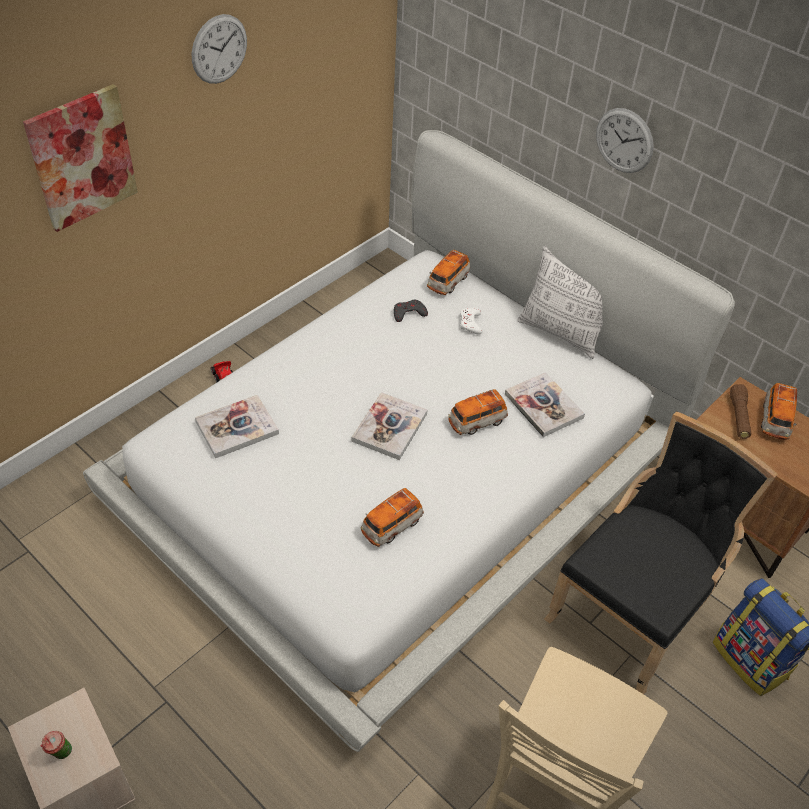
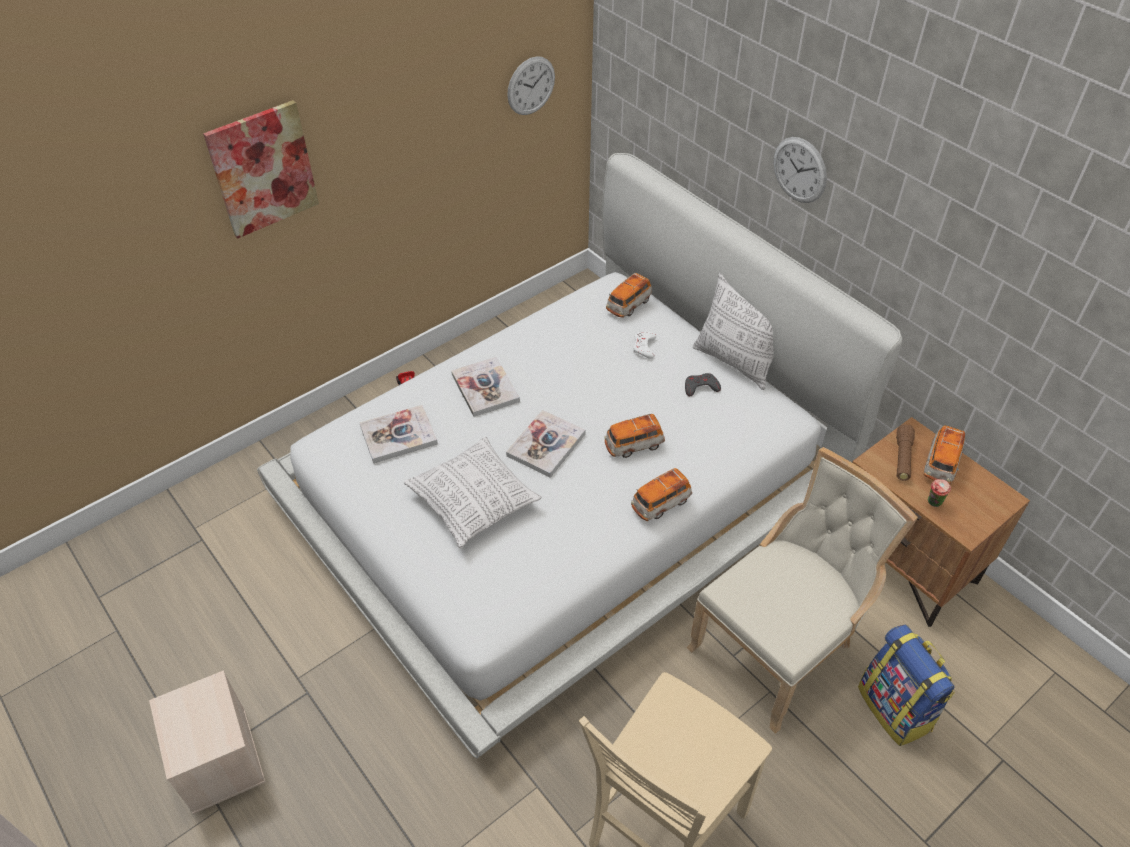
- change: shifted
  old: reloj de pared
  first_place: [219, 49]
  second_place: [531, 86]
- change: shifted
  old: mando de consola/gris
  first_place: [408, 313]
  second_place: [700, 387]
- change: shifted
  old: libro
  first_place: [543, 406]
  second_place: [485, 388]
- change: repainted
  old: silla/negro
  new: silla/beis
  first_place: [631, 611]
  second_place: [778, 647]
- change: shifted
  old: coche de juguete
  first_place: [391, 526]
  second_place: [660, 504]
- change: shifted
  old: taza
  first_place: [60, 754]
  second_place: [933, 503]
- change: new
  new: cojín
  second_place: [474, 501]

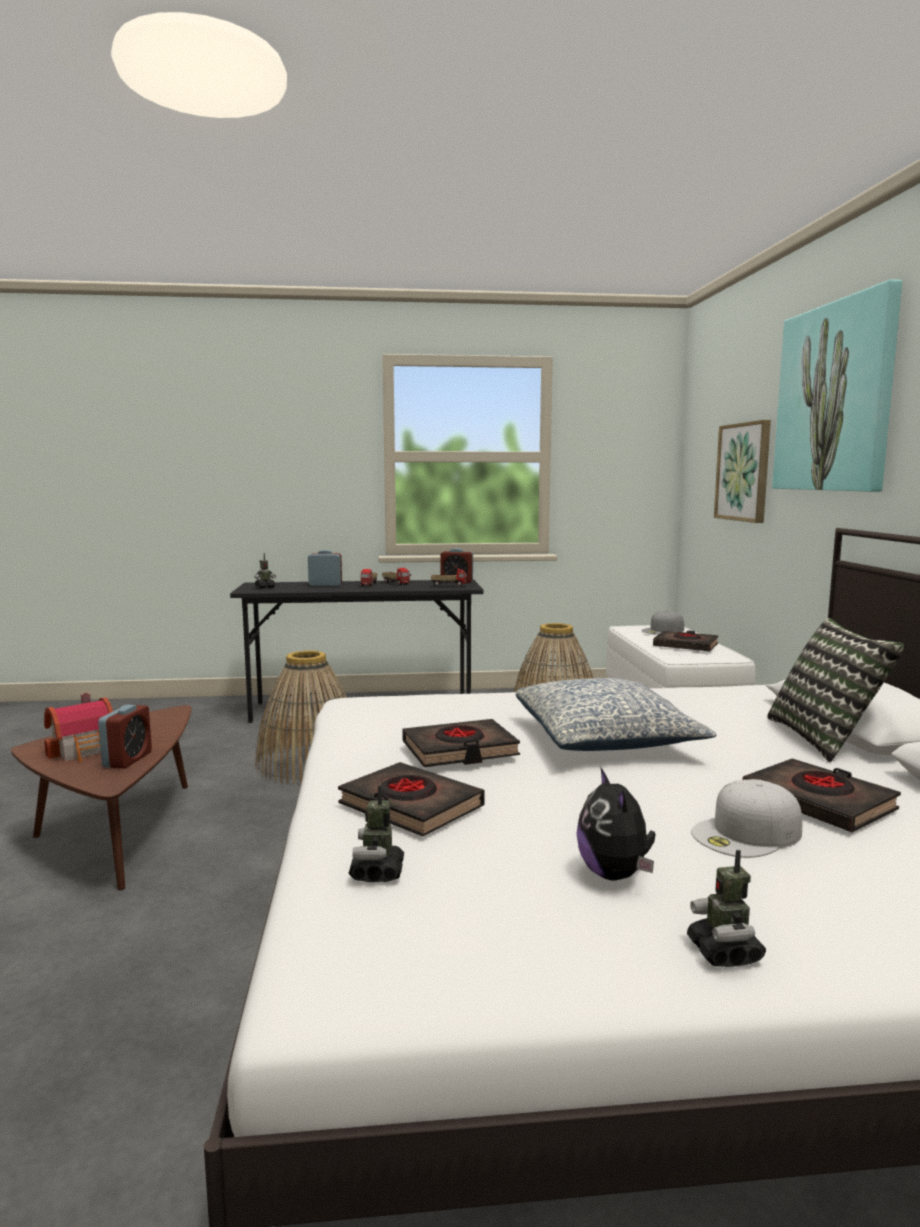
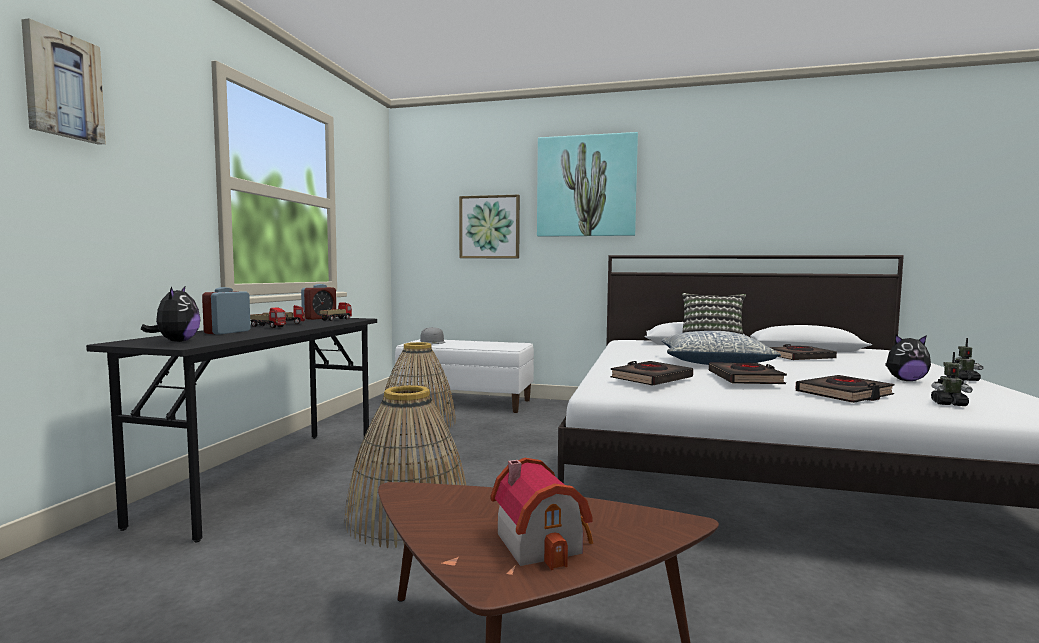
- change: swapped
  old: robot de juguete
  new: peluche
  first_place: [265, 587]
  second_place: [176, 341]
- change: shifted
  old: libro/negro
  first_place: [685, 646]
  second_place: [651, 379]
- change: gone
  old: despertador
  first_place: [127, 760]
- change: gone
  old: gorra/blanco
  first_place: [747, 834]
- change: new
  new: cuadro
  second_place: [62, 86]

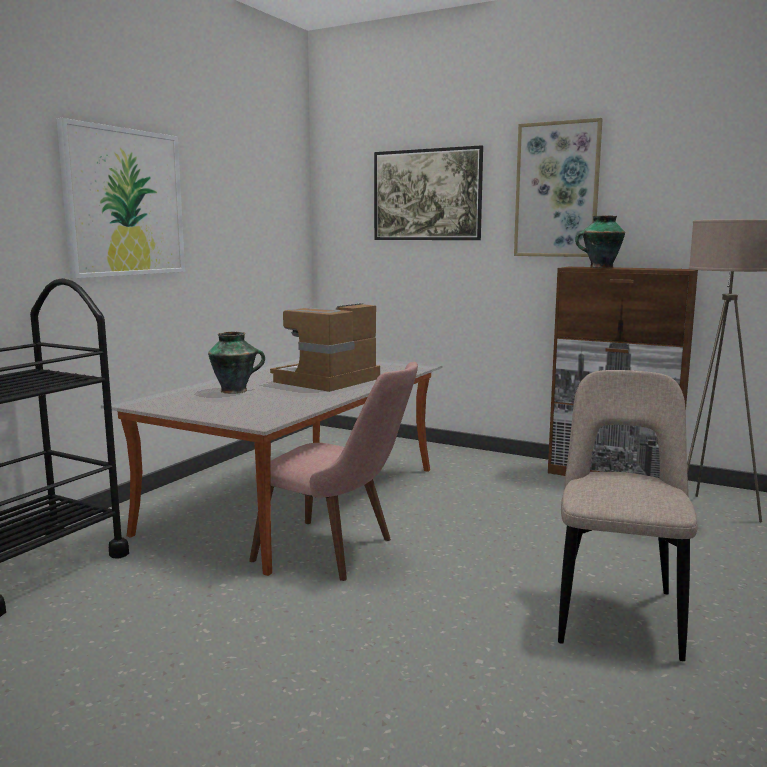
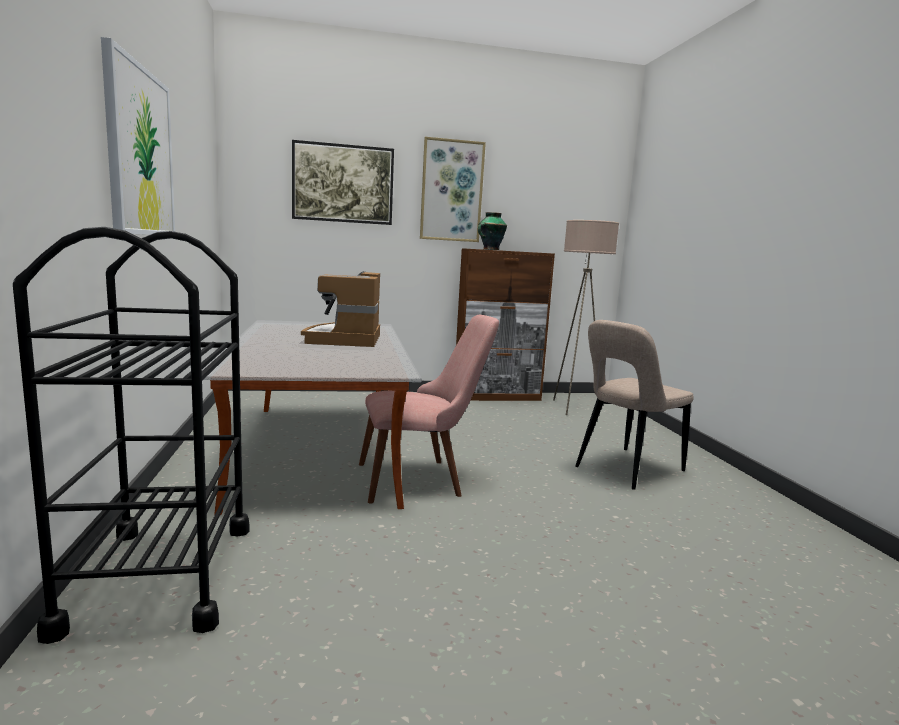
- change: gone
  old: florero
  first_place: [235, 391]
- change: rotated
  old: silla/beis
  first_place: [617, 613]
  second_place: [625, 470]
  degrees: -105

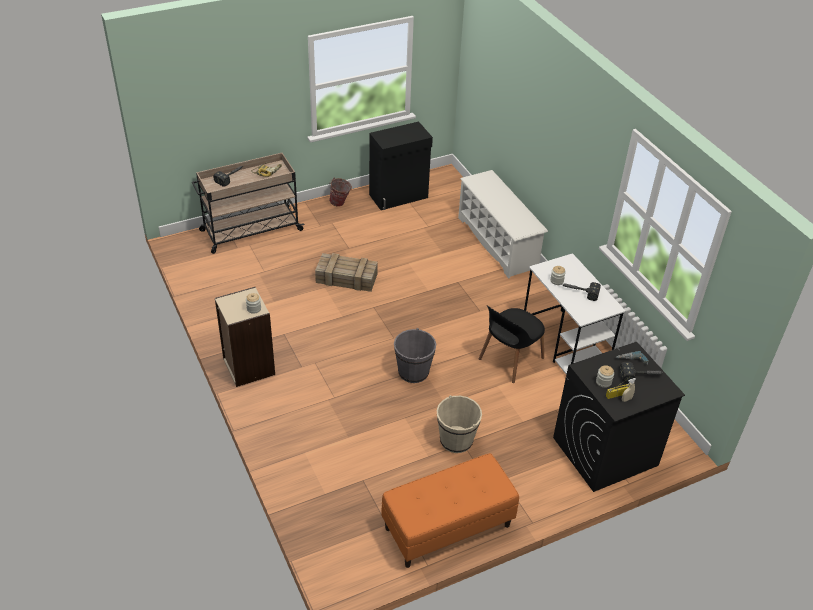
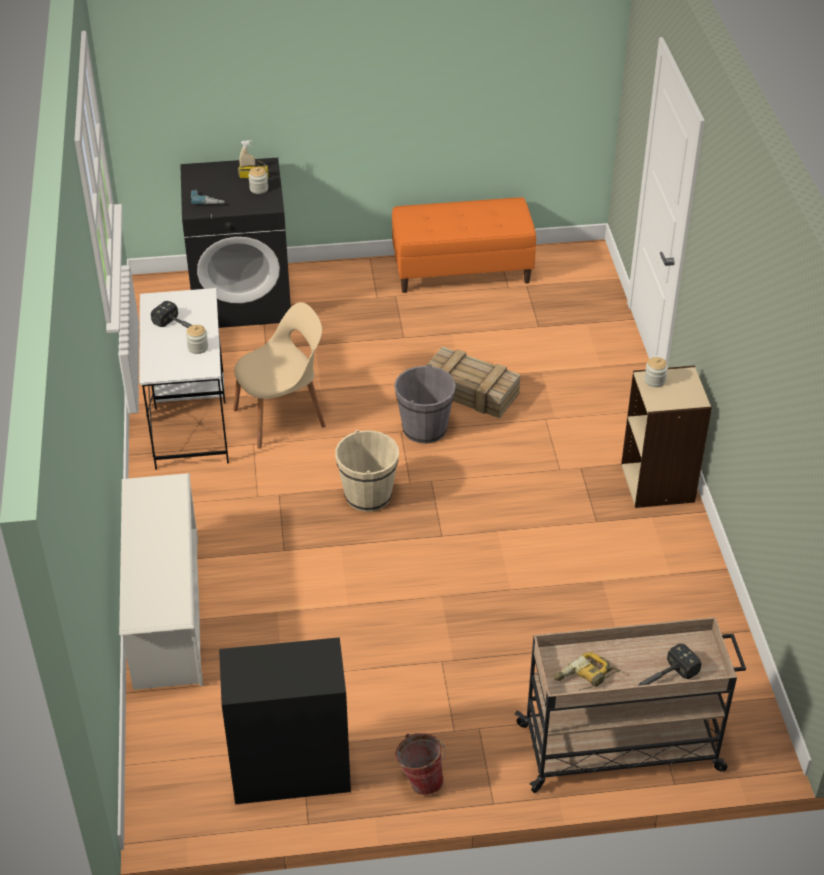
- change: shifted
  old: caja de embalaje
  first_place: [345, 278]
  second_place: [471, 391]
- change: repainted
  old: silla/negro
  new: silla/beis
  first_place: [510, 359]
  second_place: [282, 417]
- change: gone
  old: martillo
  first_place: [642, 376]
- change: shifted
  old: cubo/beis
  first_place: [456, 440]
  second_place: [368, 495]

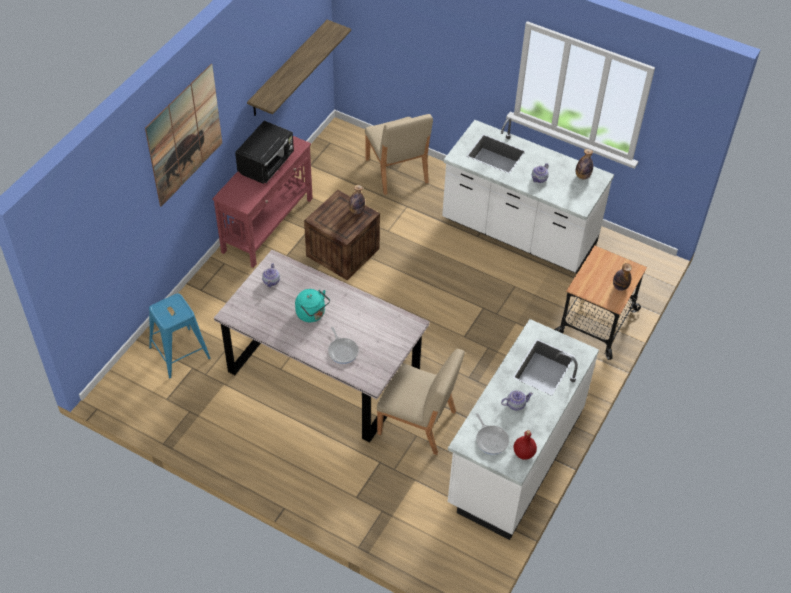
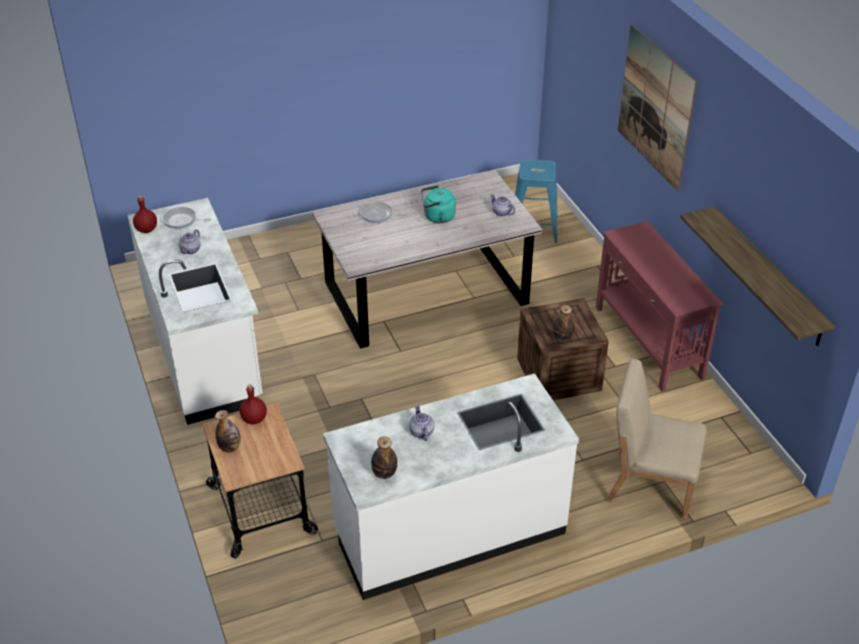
- change: gone
  old: microondas/negro
  first_place: [267, 164]
- change: gone
  old: silla/beis
  first_place: [418, 423]
- change: new
  new: botella/rojo
  second_place: [254, 419]

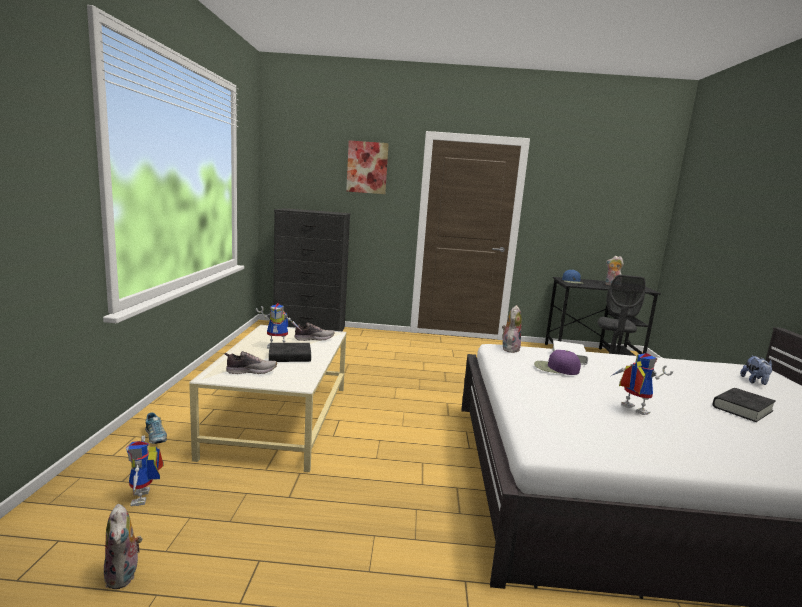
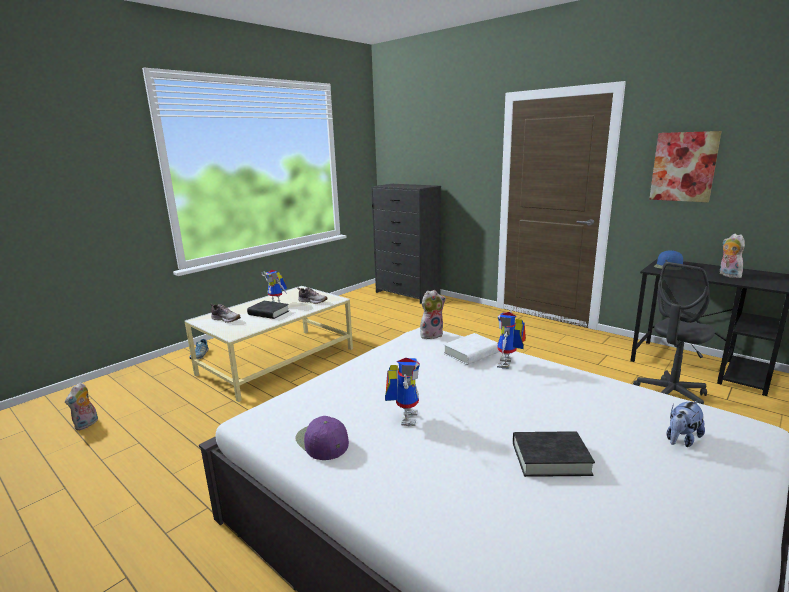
- change: shifted
  old: cuadro
  first_place: [367, 167]
  second_place: [683, 167]
- change: shifted
  old: gorra/morado
  first_place: [555, 368]
  second_place: [321, 441]
- change: shifted
  old: robot de juguete
  first_place: [145, 498]
  second_place: [508, 365]

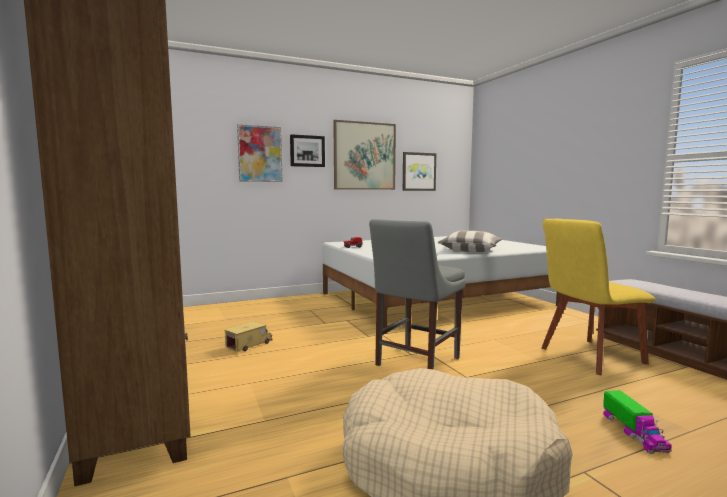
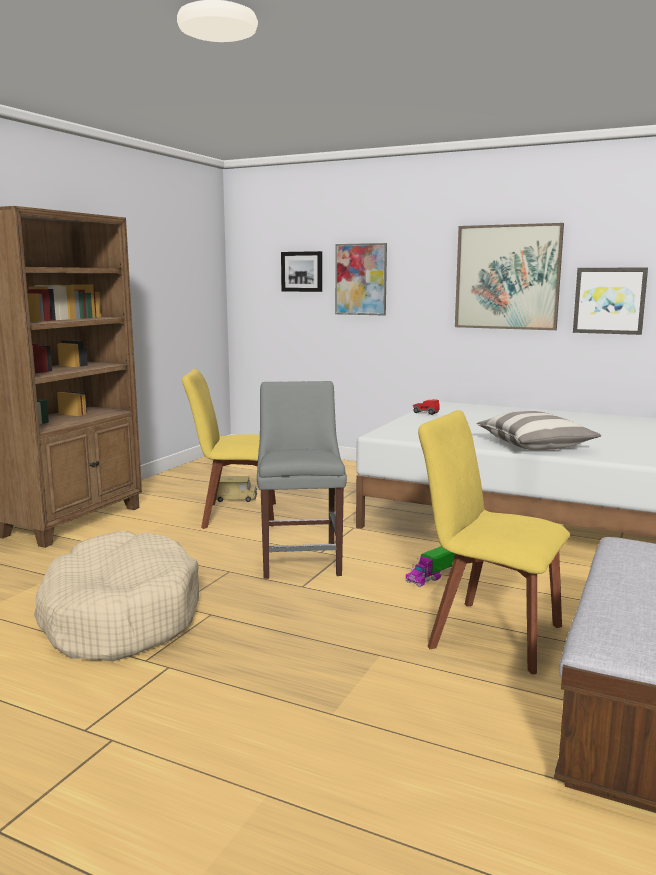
- change: shifted
  old: cuadro
  first_place: [307, 151]
  second_place: [302, 271]
- change: rotated
  old: silla/gris
  first_place: [415, 362]
  second_place: [301, 559]
  degrees: 90
- change: shifted
  old: camión de juguete
  first_place: [633, 432]
  second_place: [433, 576]
- change: new
  new: silla/amarillo
  second_place: [235, 515]

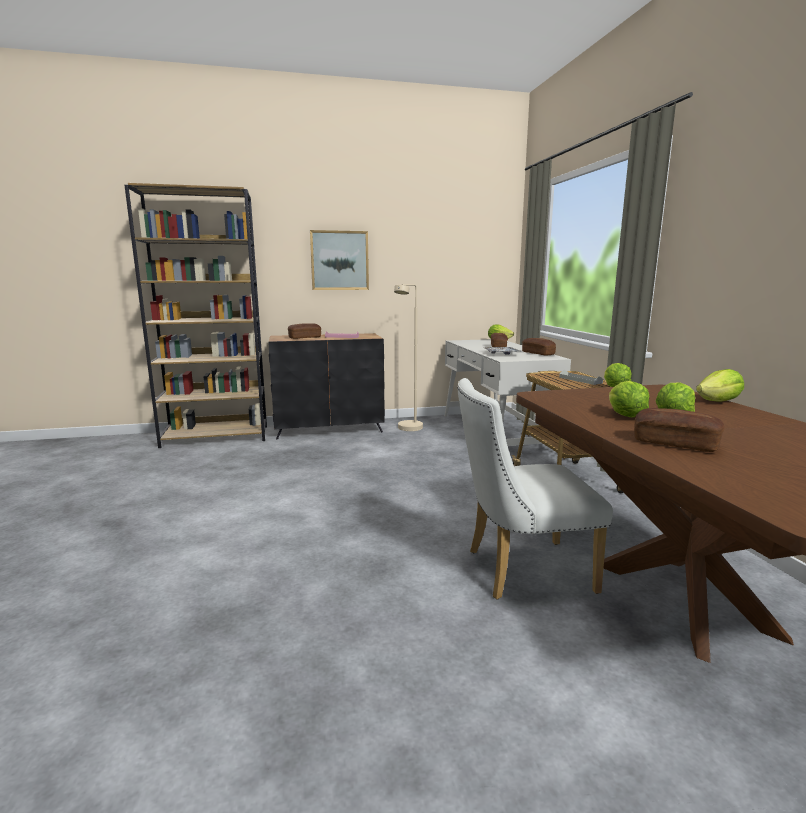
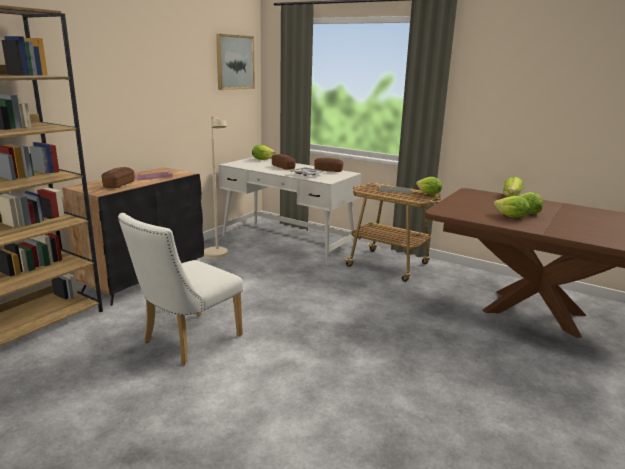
- change: shifted
  old: cuadro
  first_place: [339, 260]
  second_place: [234, 62]
- change: shifted
  old: silla/blanco
  first_place: [519, 570]
  second_place: [187, 341]
- change: gone
  old: pan
  first_place: [675, 444]

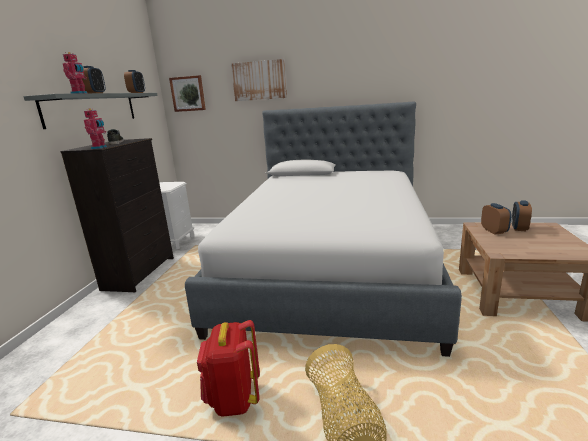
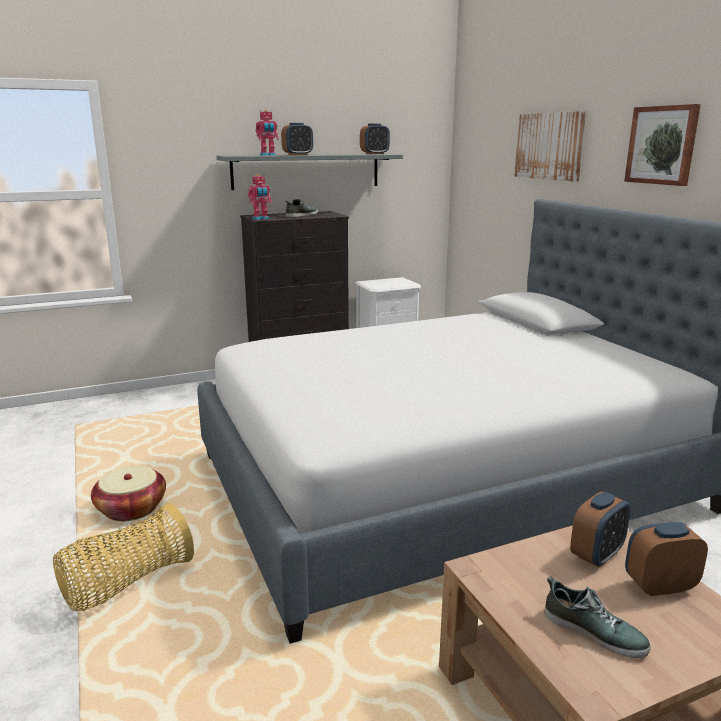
- change: shifted
  old: cuadro
  first_place: [188, 93]
  second_place: [662, 145]
- change: swapped
  old: mochila/rojo
  new: cesta
  first_place: [233, 399]
  second_place: [131, 509]
- change: new
  new: zapato
  second_place: [594, 631]

